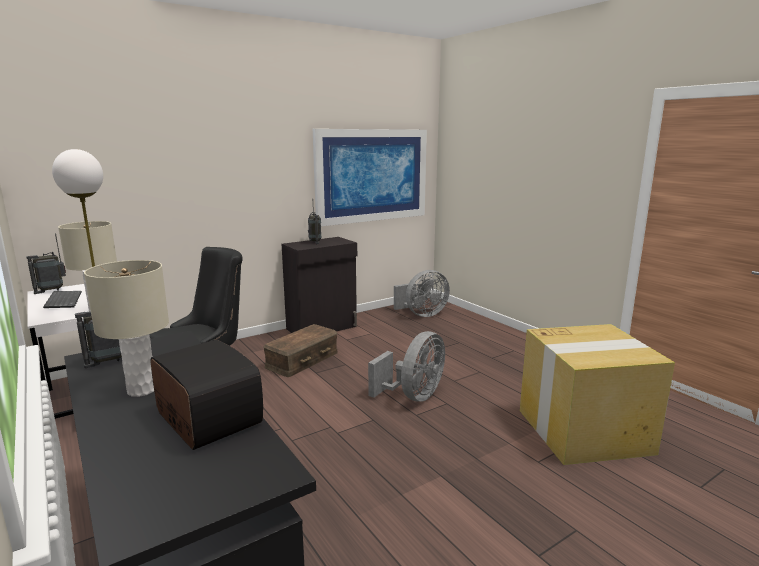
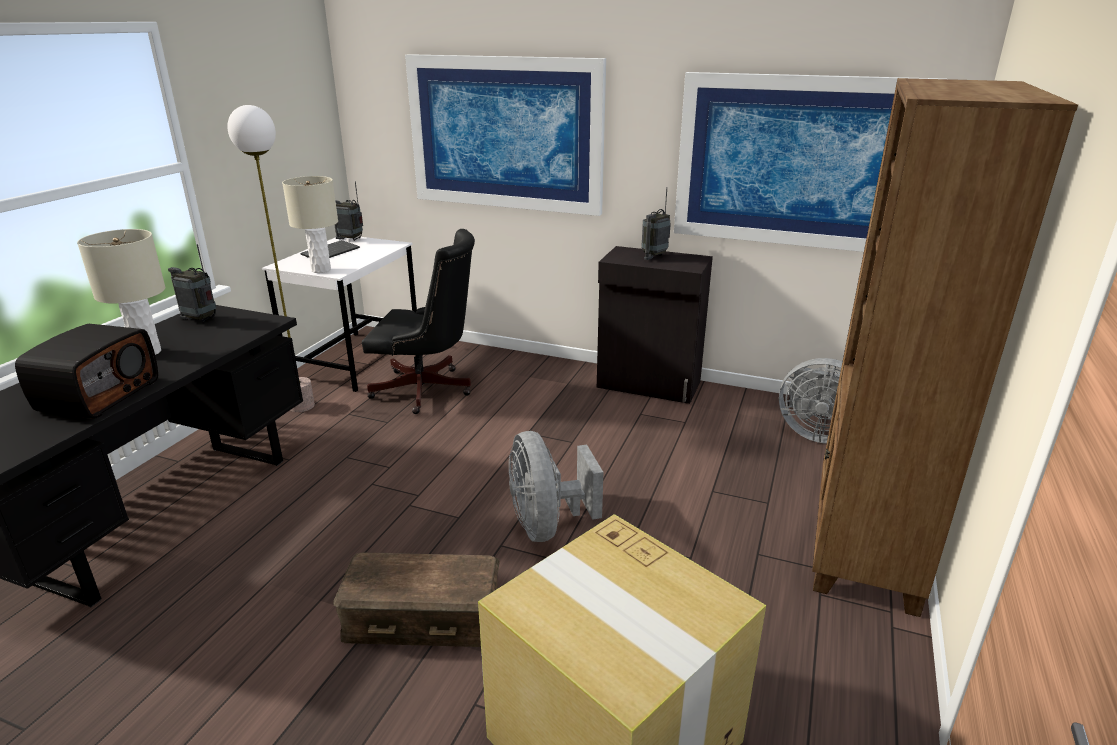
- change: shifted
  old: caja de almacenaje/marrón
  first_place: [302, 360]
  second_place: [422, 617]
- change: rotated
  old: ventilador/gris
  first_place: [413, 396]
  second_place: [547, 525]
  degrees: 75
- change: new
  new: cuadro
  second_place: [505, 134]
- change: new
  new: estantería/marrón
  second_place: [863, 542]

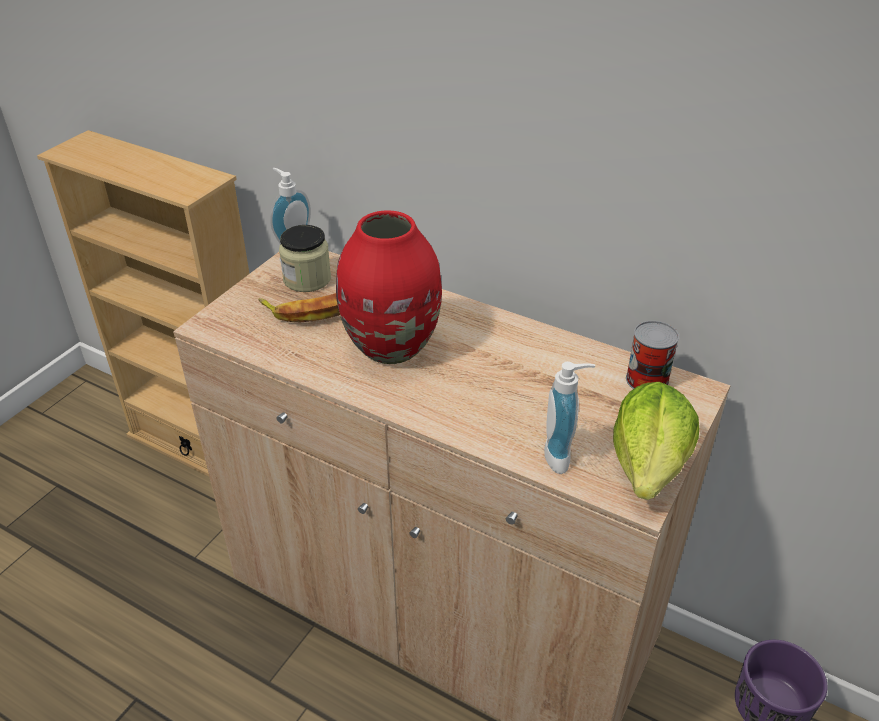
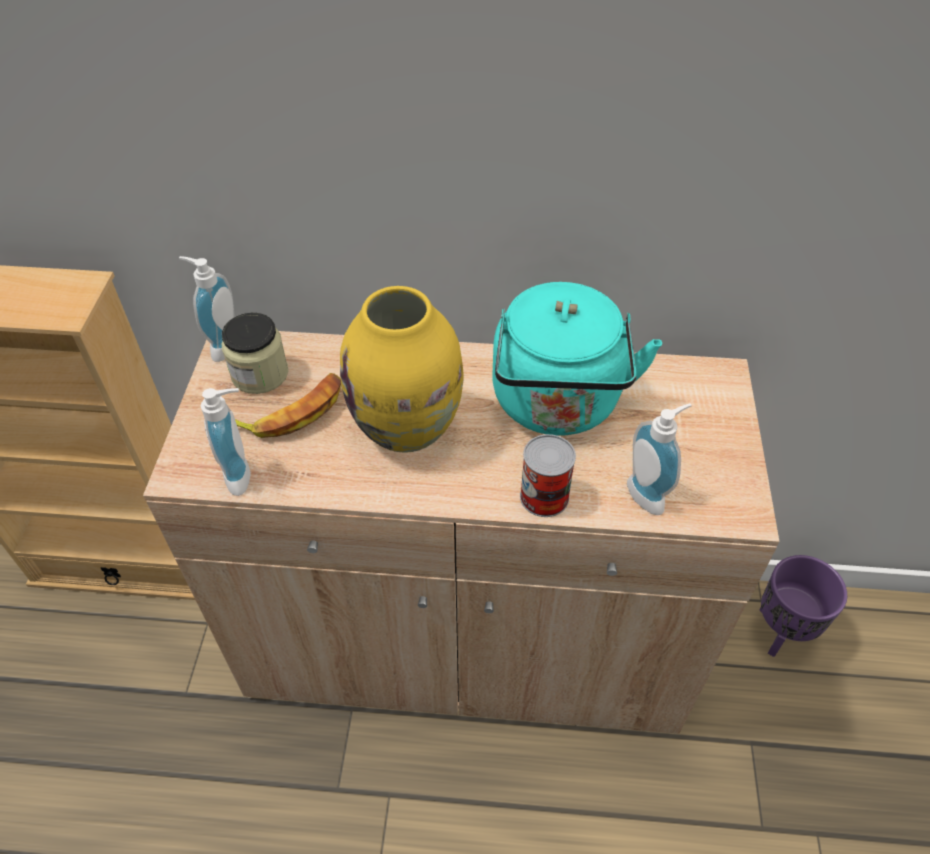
- change: repainted
  old: florero/rojo
  new: florero/amarillo
  first_place: [392, 347]
  second_place: [408, 428]
- change: shifted
  old: lata
  first_place: [647, 380]
  second_place: [544, 496]
- change: gone
  old: lechuga
  first_place: [649, 465]
- change: new
  new: hervidor/turquesa
  second_place: [557, 405]
- change: new
  new: dispensador de jabón
  second_place: [243, 475]

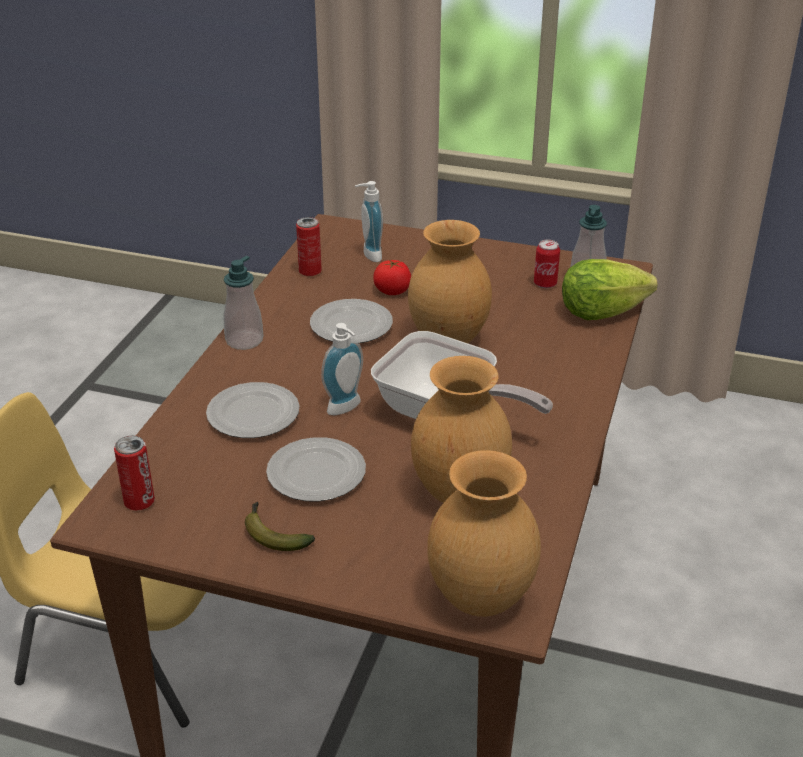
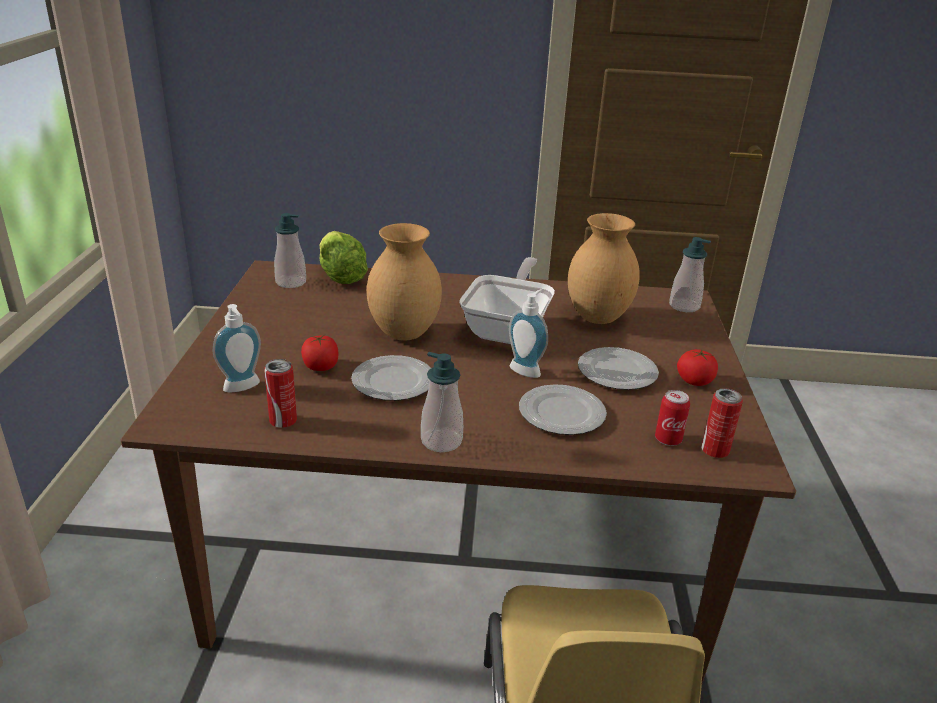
- change: shifted
  old: lata
  first_place: [545, 284]
  second_place: [668, 439]
- change: swapped
  old: florero/marrón
  new: dispensador de jabón
  first_place: [482, 599]
  second_place: [684, 306]
- change: swapped
  old: plátano
  new: tomate
  first_place: [273, 534]
  second_place: [694, 381]

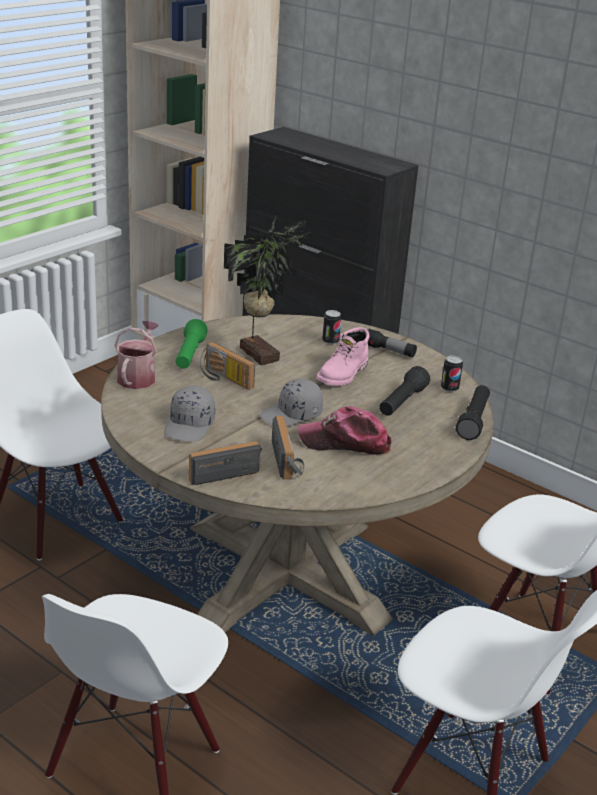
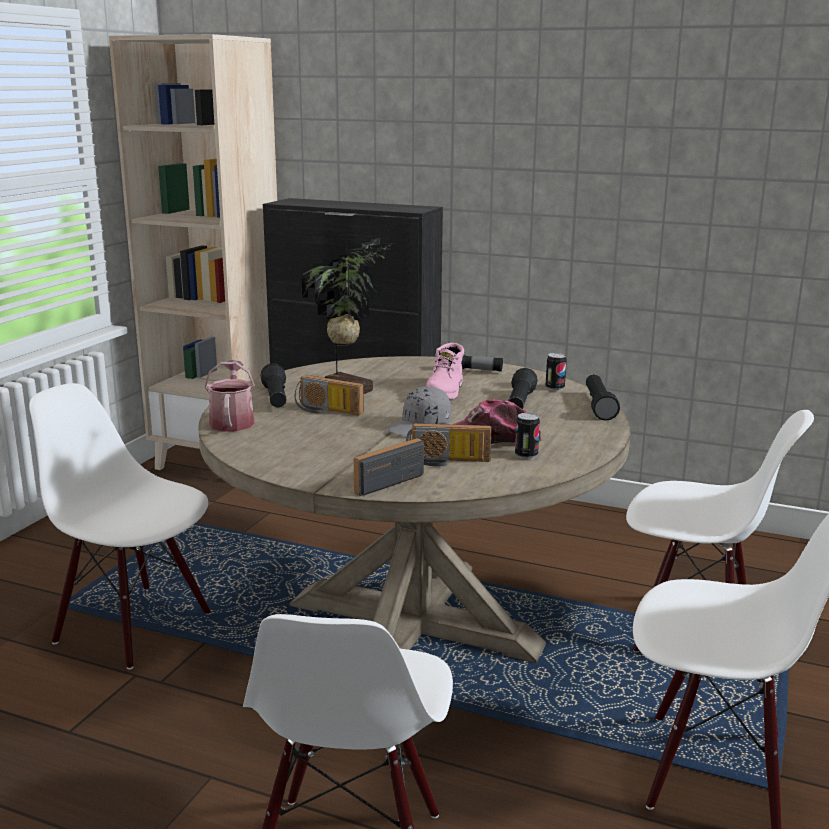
- change: shifted
  old: lata
  first_place: [330, 341]
  second_place: [526, 455]
- change: repainted
  old: linterna/verde
  new: linterna/negro
  first_place: [189, 355]
  second_place: [276, 399]
- change: gone
  old: gorra/gris
  first_place: [190, 425]
- change: rotated
  old: radio
  first_place: [289, 461]
  second_place: [447, 461]
  degrees: 120

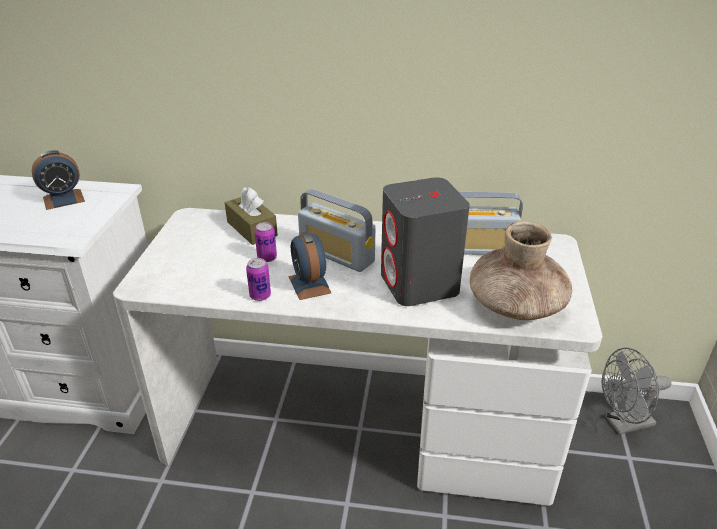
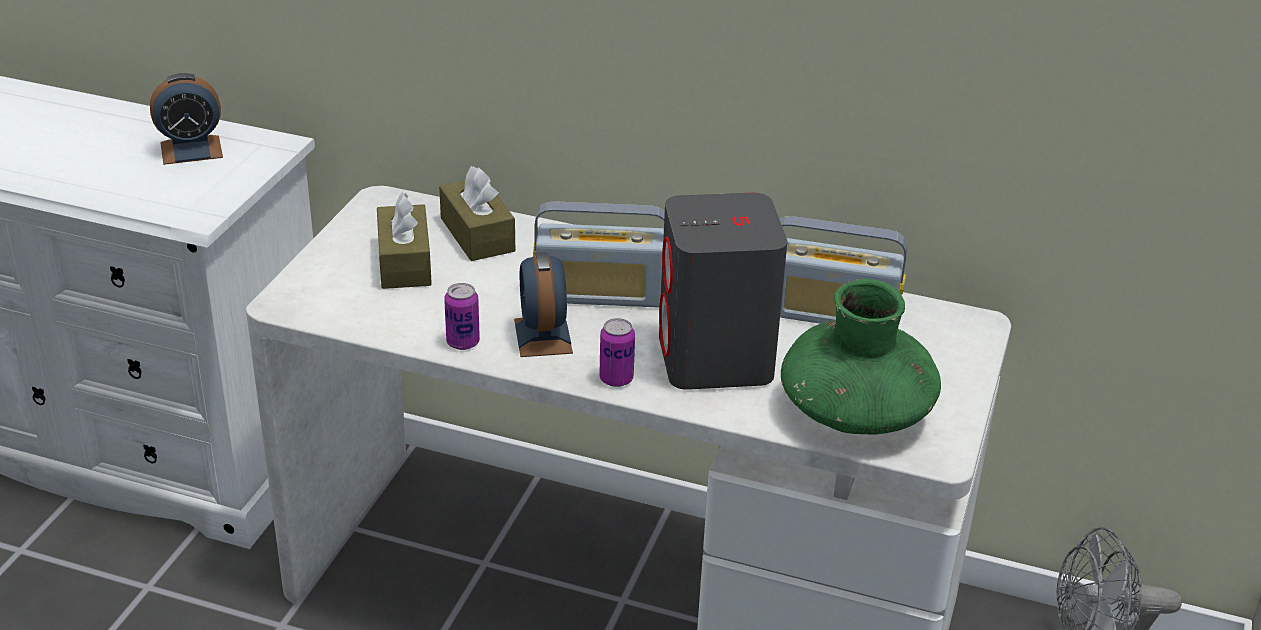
- change: rotated
  old: radio
  first_place: [337, 254]
  second_place: [600, 294]
  degrees: -45
- change: repainted
  old: florero/marrón
  new: florero/verde
  first_place: [516, 305]
  second_place: [856, 412]
- change: shifted
  old: lata
  first_place: [267, 258]
  second_place: [616, 379]
- change: new
  new: caja de pañuelos/marrón
  second_place: [404, 262]

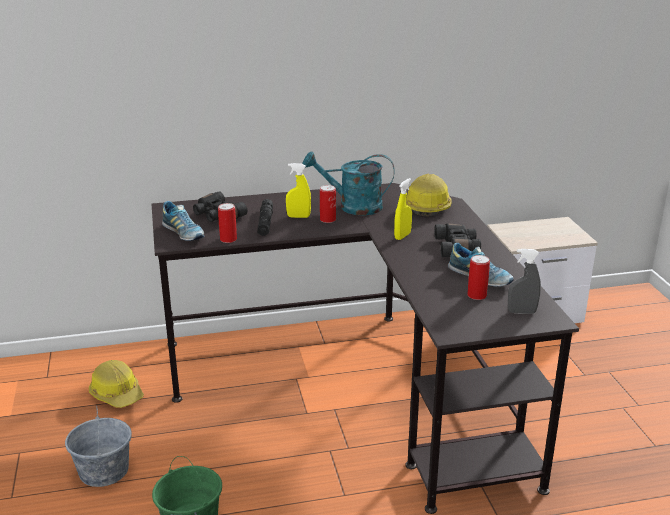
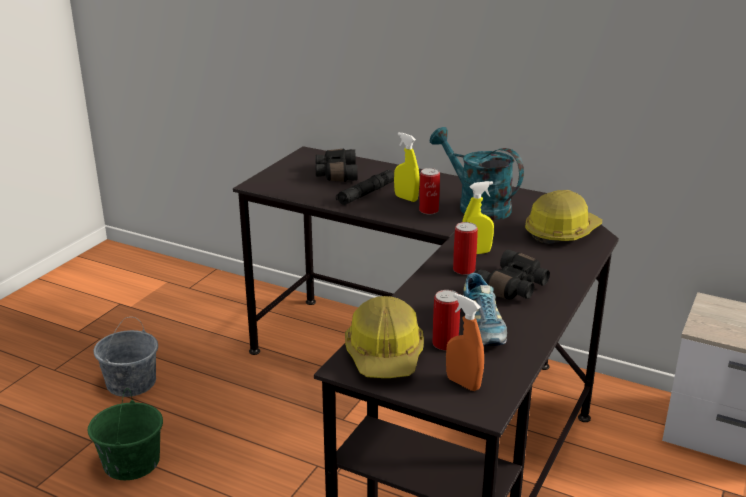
- change: gone
  old: zapato
  first_place: [183, 233]
- change: shifted
  old: lata
  first_place: [228, 239]
  second_place: [464, 270]
- change: repainted
  old: pulverizador/gris
  new: pulverizador/naranja
  first_place: [521, 312]
  second_place: [463, 383]
- change: shifted
  old: casco
  first_place: [117, 393]
  second_place: [385, 355]

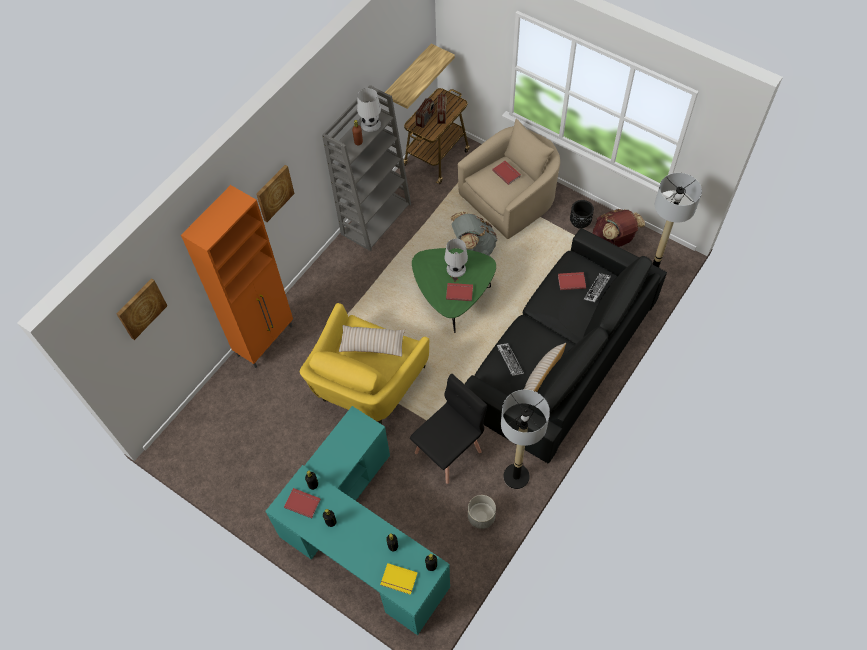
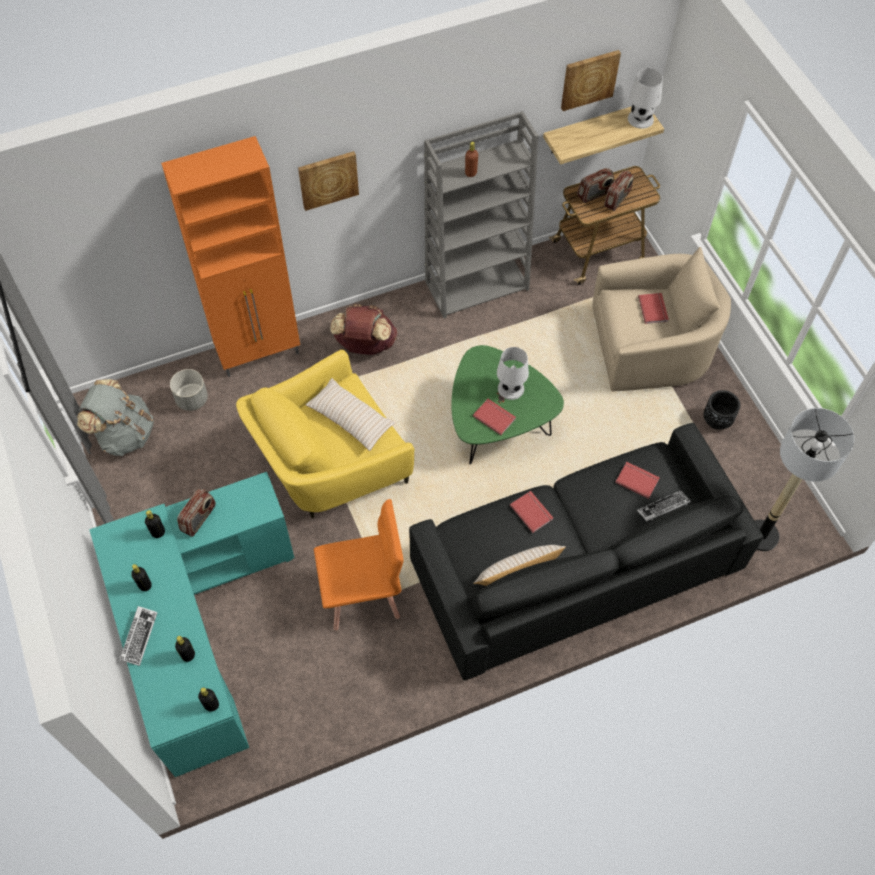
- change: shifted
  old: lámpara de mesa/blanco
  first_place: [370, 124]
  second_place: [640, 118]
- change: shifted
  old: mochila/marrón
  first_place: [613, 240]
  second_place: [365, 345]
- change: shifted
  old: mochila/gris
  first_place: [473, 248]
  second_place: [124, 434]
- change: shifted
  old: cuadro
  first_place: [141, 308]
  second_place: [589, 79]
- change: shifted
  old: teclado
  first_place: [509, 360]
  second_place: [139, 637]
- change: repainted
  old: silla/negro
  new: silla/naranja
  first_place: [449, 451]
  second_place: [363, 595]
- change: gone
  old: lámpara de pie
  first_place: [516, 476]
- change: shifted
  old: libro/rojo
  first_place: [302, 502]
  second_place: [532, 511]
- change: shifted
  old: maceta/gris
  first_place: [481, 516]
  second_place: [192, 399]
- change: gone
  old: libro/amarillo
  first_place: [398, 580]
- change: new
  new: radio
  second_place: [199, 518]

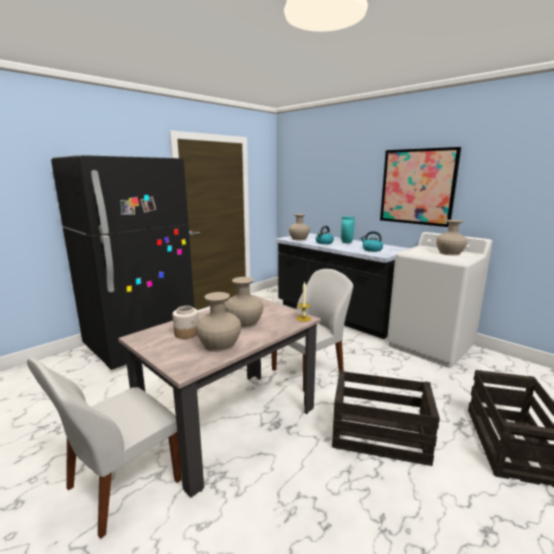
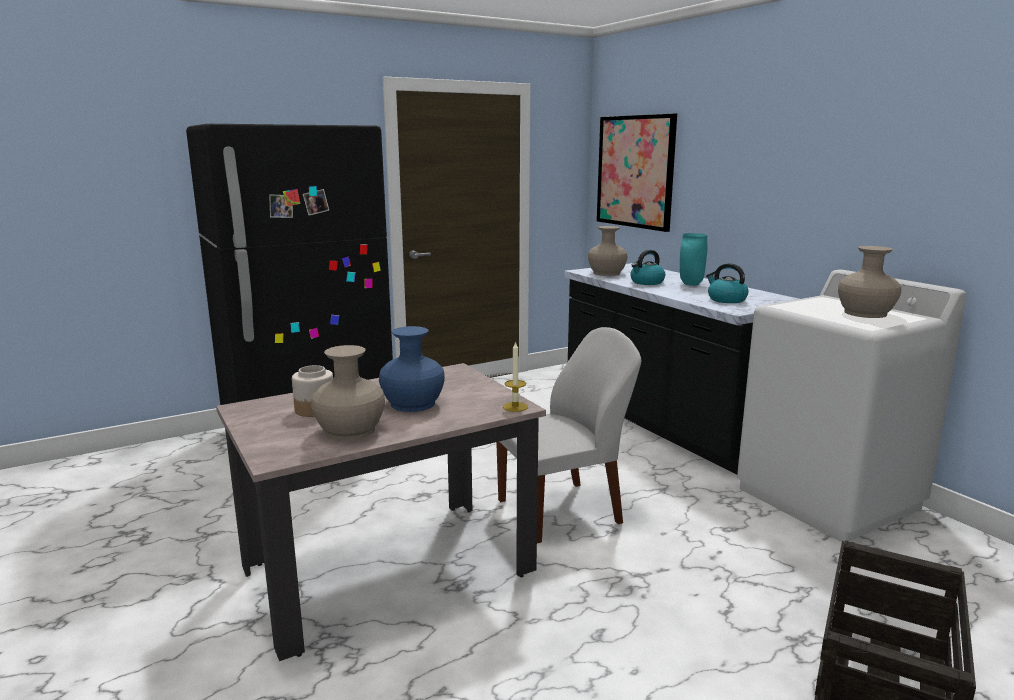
- change: shifted
  old: cuadro
  first_place: [417, 187]
  second_place: [635, 171]
- change: repainted
  old: florero/beis
  new: florero/azul
  first_place: [244, 322]
  second_place: [413, 403]
- change: gone
  old: silla/blanco
  first_place: [121, 486]
- change: gone
  old: caja de embalaje
  first_place: [378, 436]

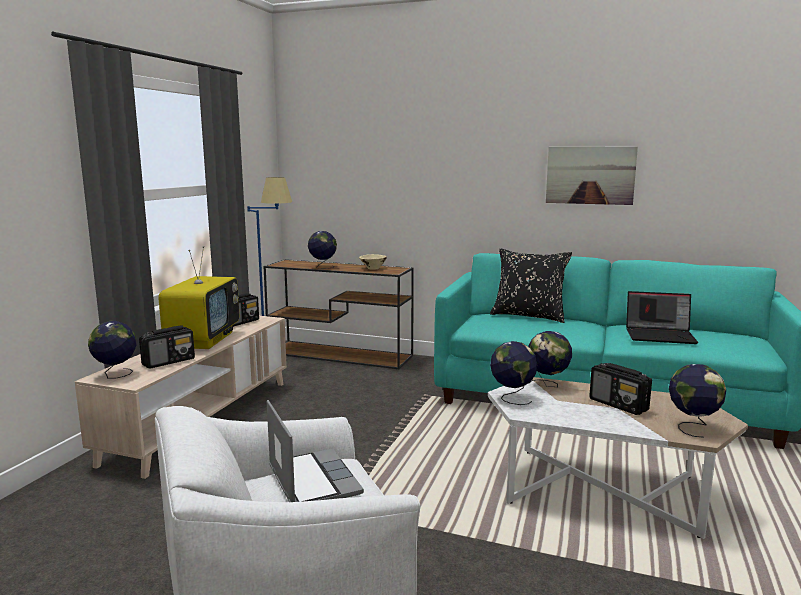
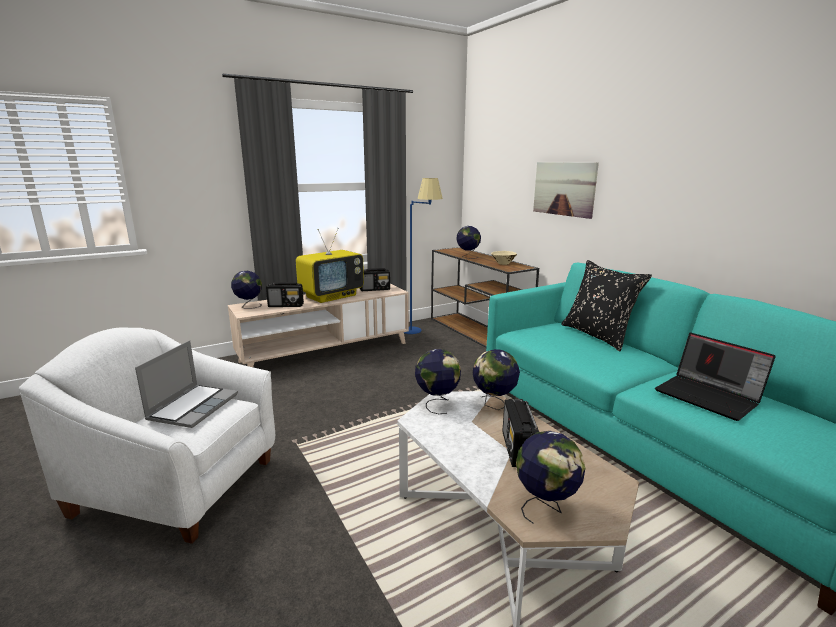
- change: shifted
  old: cuadro
  first_place: [590, 175]
  second_place: [564, 188]

